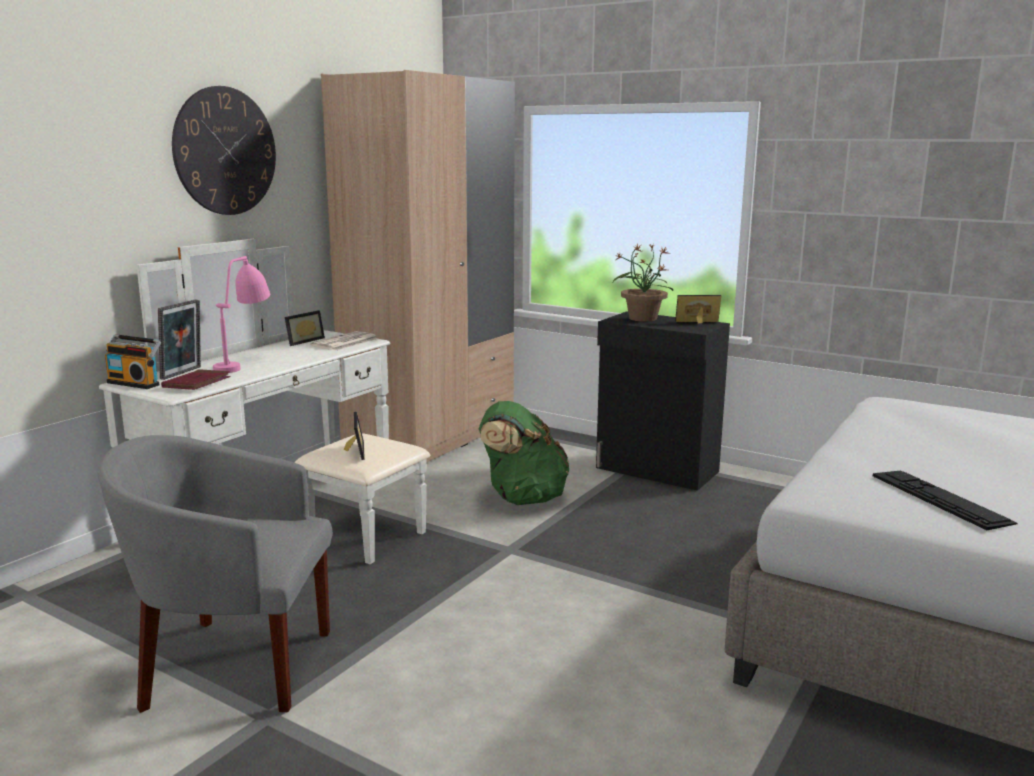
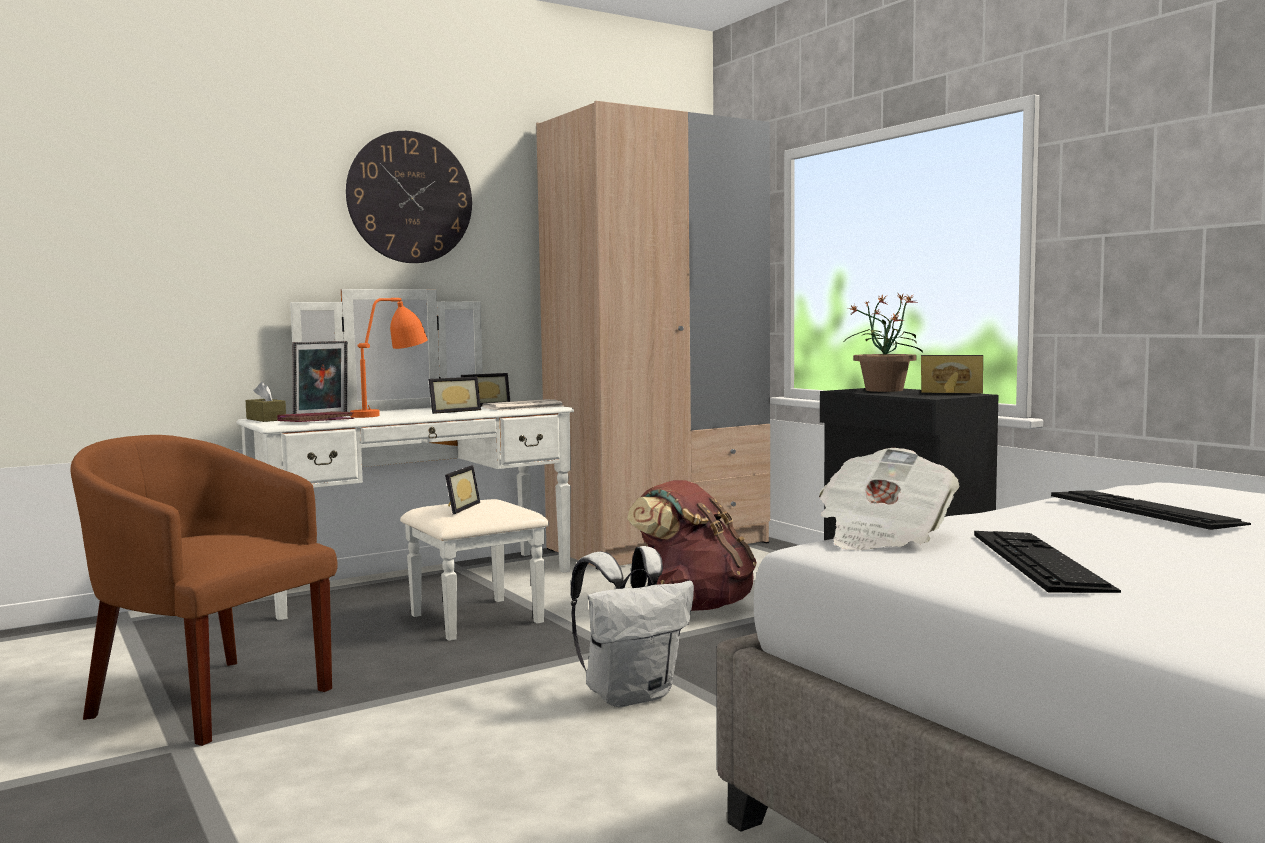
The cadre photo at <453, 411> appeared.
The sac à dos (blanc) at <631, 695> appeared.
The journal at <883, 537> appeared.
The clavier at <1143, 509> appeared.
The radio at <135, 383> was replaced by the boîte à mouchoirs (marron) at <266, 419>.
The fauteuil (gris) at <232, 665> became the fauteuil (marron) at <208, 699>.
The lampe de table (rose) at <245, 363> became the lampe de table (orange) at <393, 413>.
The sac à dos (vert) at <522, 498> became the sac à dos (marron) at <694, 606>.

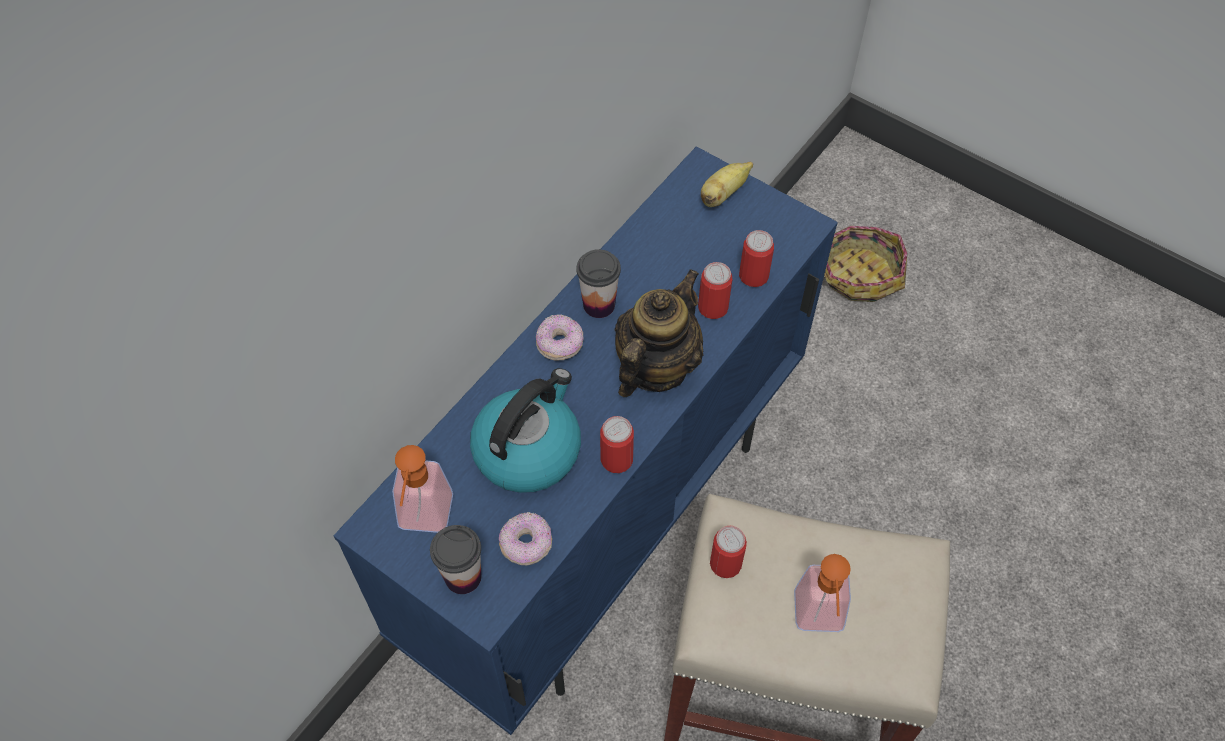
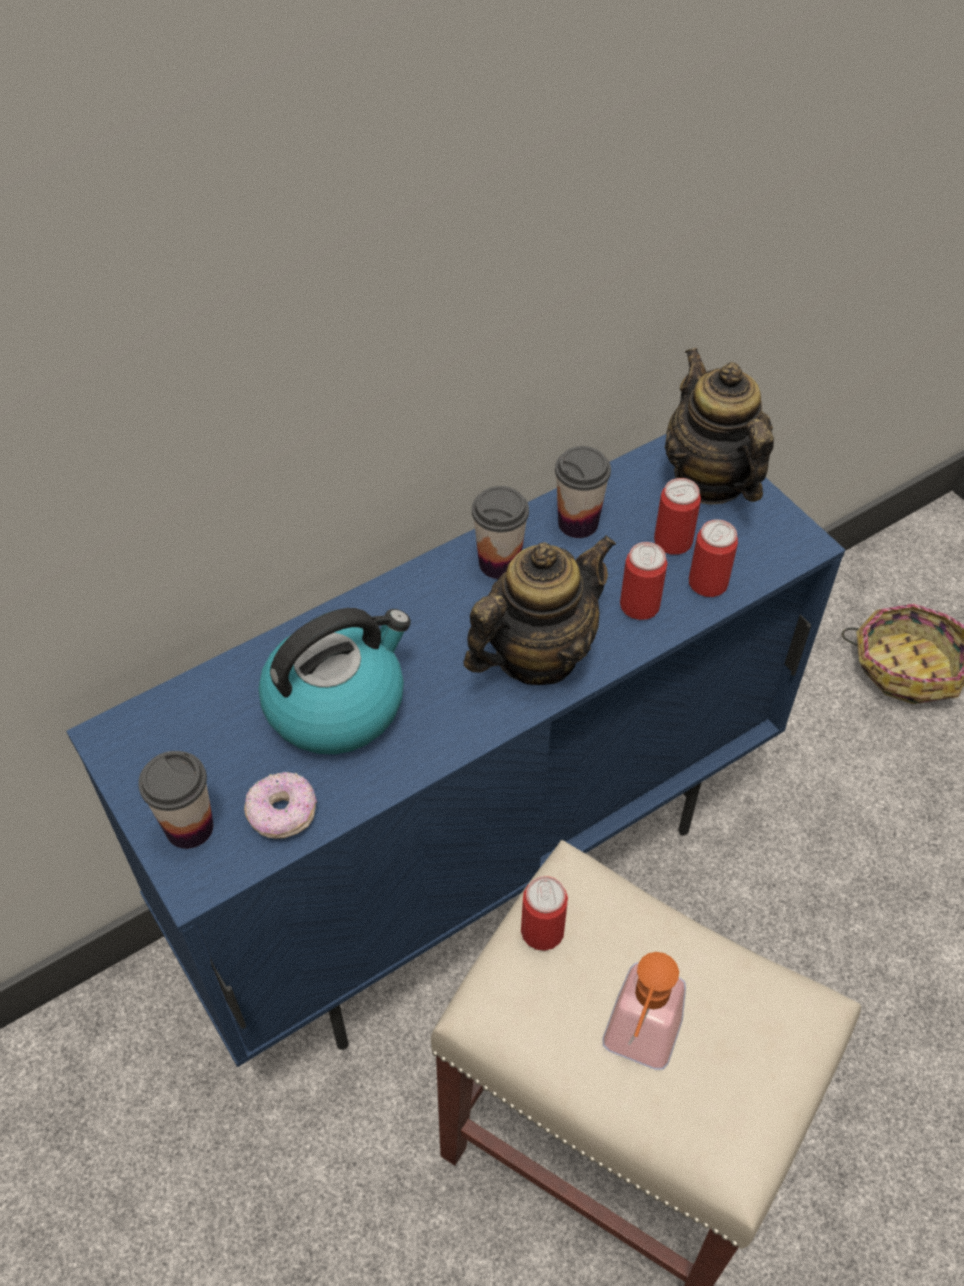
The distributeur de savon at <424, 521> disappeared.
The beignet at <560, 344> disappeared.
The tasse at <578, 523> appeared.
The boîte métallique moved from <616, 459> to <673, 541>.
The banane at <723, 194> was replaced by the théière at <710, 479>.

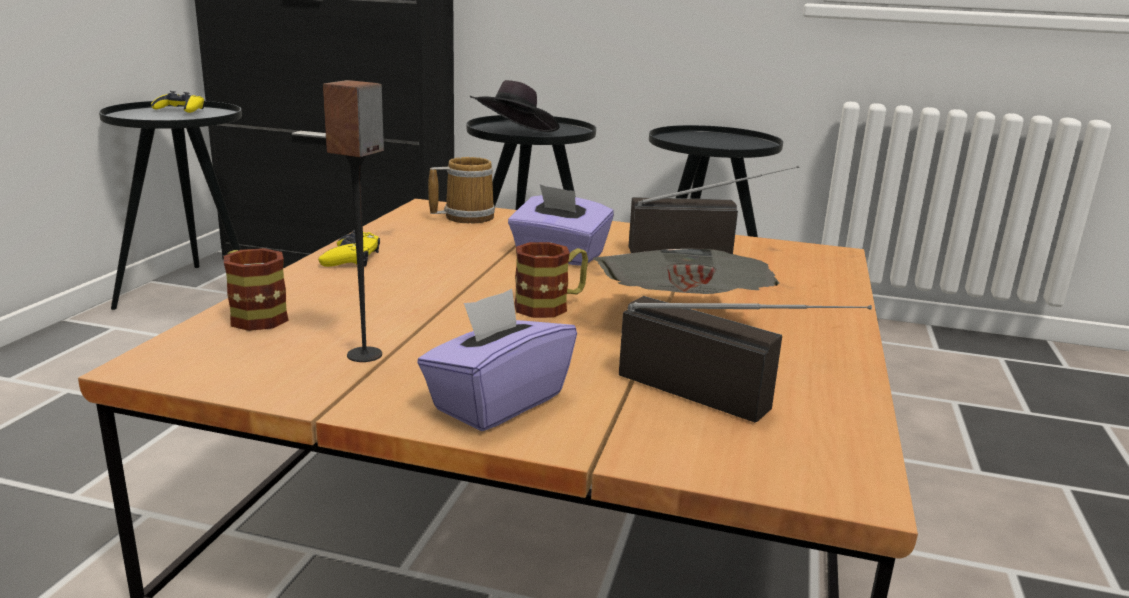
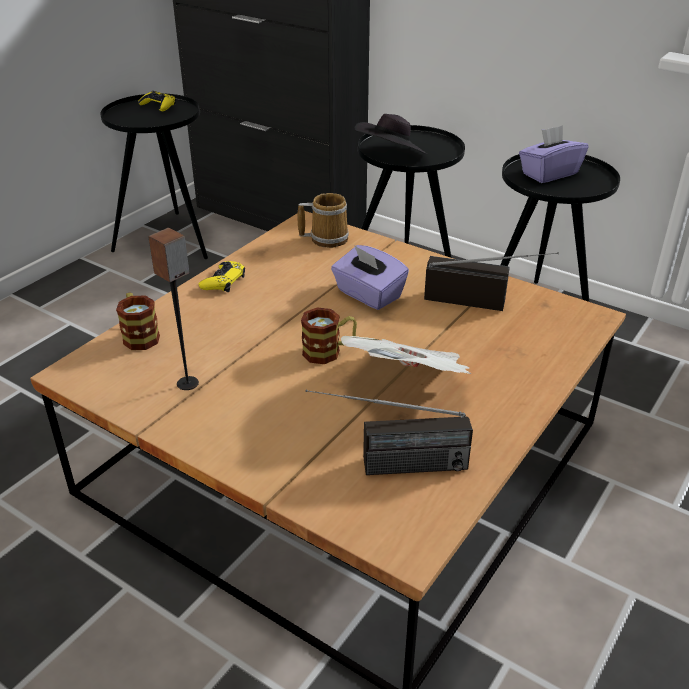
The boîte à mouchoirs (violet) moved from <497, 402> to <549, 174>.
The radio at <732, 404> turned 120 degrees clockwise.

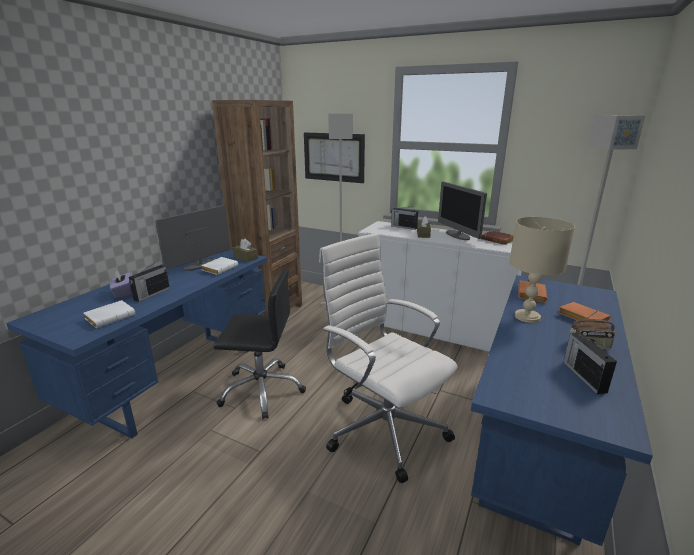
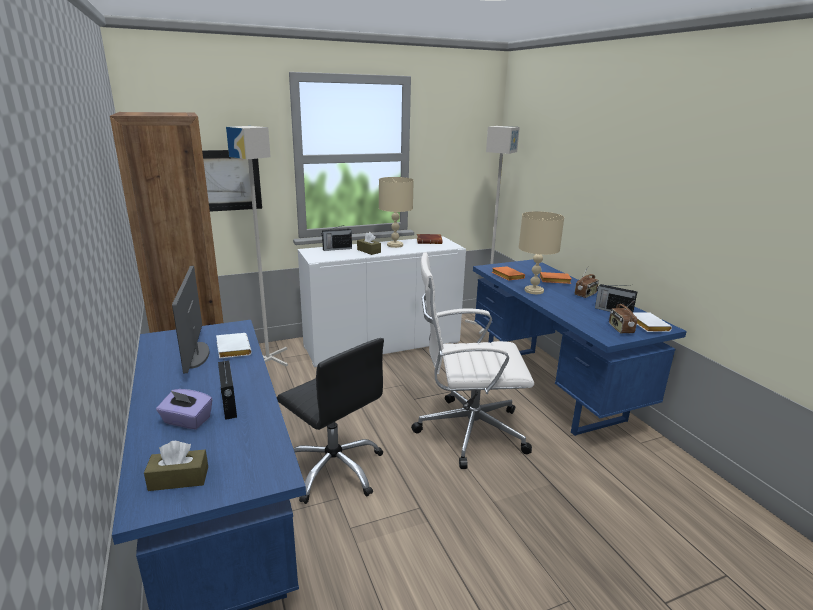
The radio at <620, 329> appeared.
The livre (blanc) moved from <111, 317> to <646, 325>.
The boîte à mouchoirs (marron) moved from <245, 258> to <179, 479>.
The écran d'ordinateur at <457, 235> was replaced by the lampe de table (beige) at <395, 245>.
The chaise de bureau (noir) at <262, 390> turned 90 degrees clockwise.

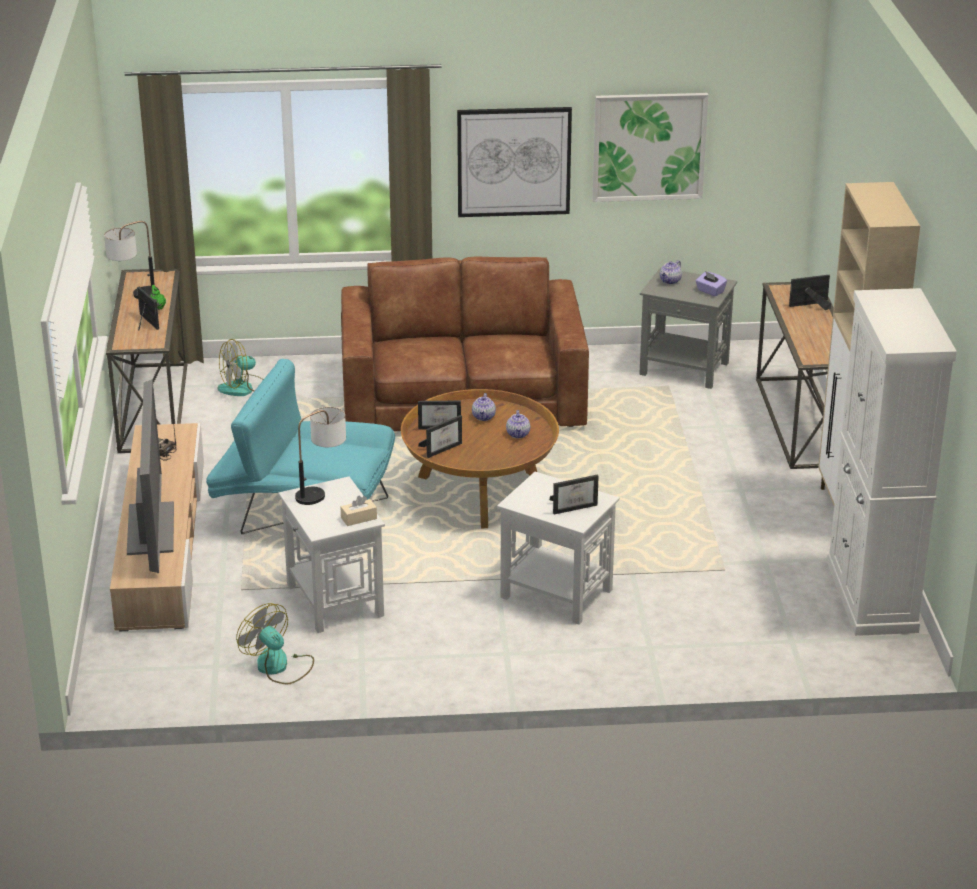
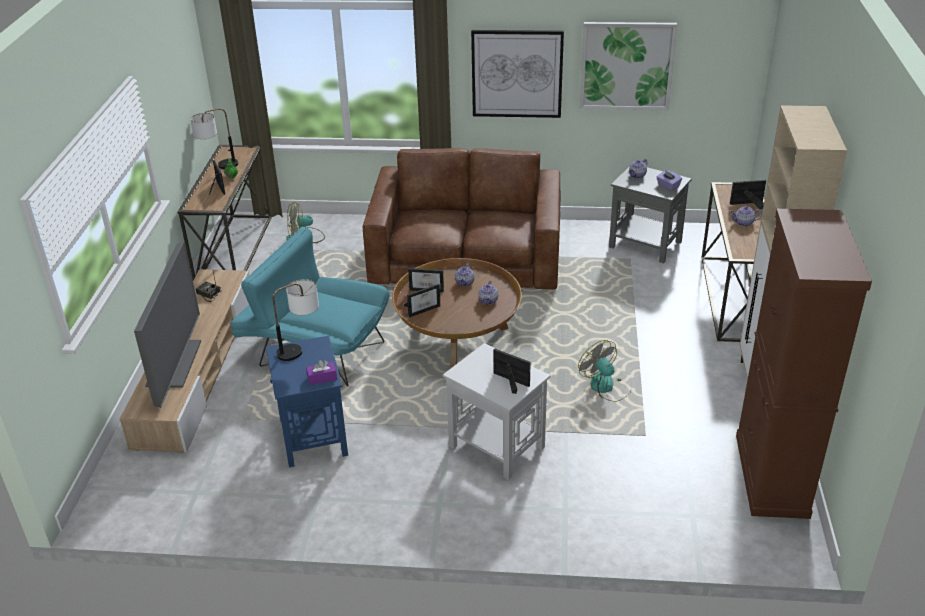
The théière at <743, 223> appeared.
The ventilateur moved from <278, 666> to <607, 387>.
The table d'appoint (blanc) at <335, 601> became the table d'appoint (bleu) at <313, 437>.
The boîte à mouchoirs (beige) at <359, 518> became the boîte à mouchoirs (violet) at <322, 378>.
The meuble de rangement (blanc) at <871, 597> became the meuble de rangement (marron) at <771, 475>.
The cadre photo at <574, 506> turned 135 degrees counterclockwise.

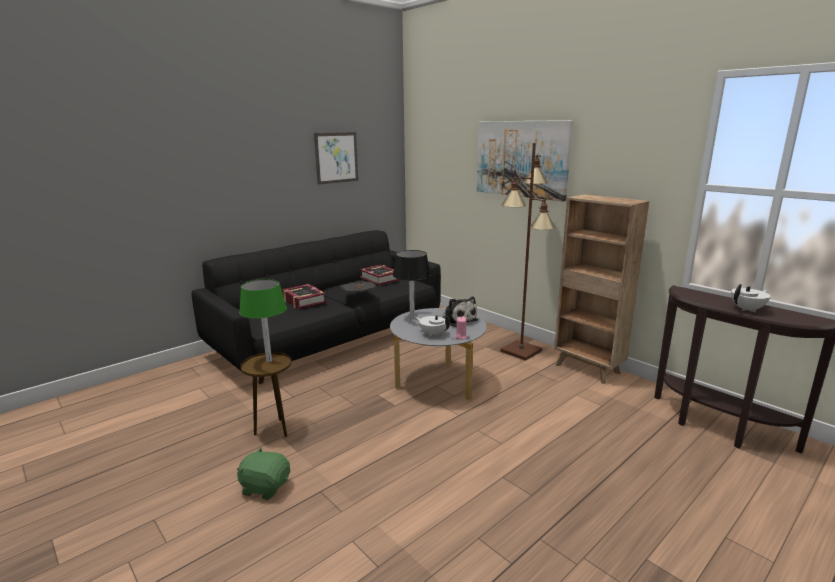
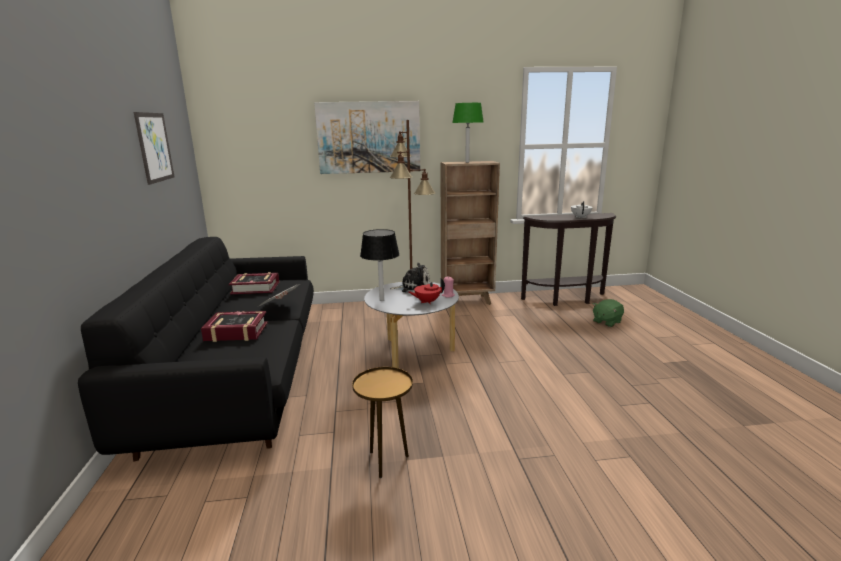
The peluche (vert) moved from <265, 487> to <606, 322>.
The lampe de table (vert) moved from <269, 360> to <467, 162>.
The théière (blanc) at <432, 334> became the théière (rouge) at <427, 302>.

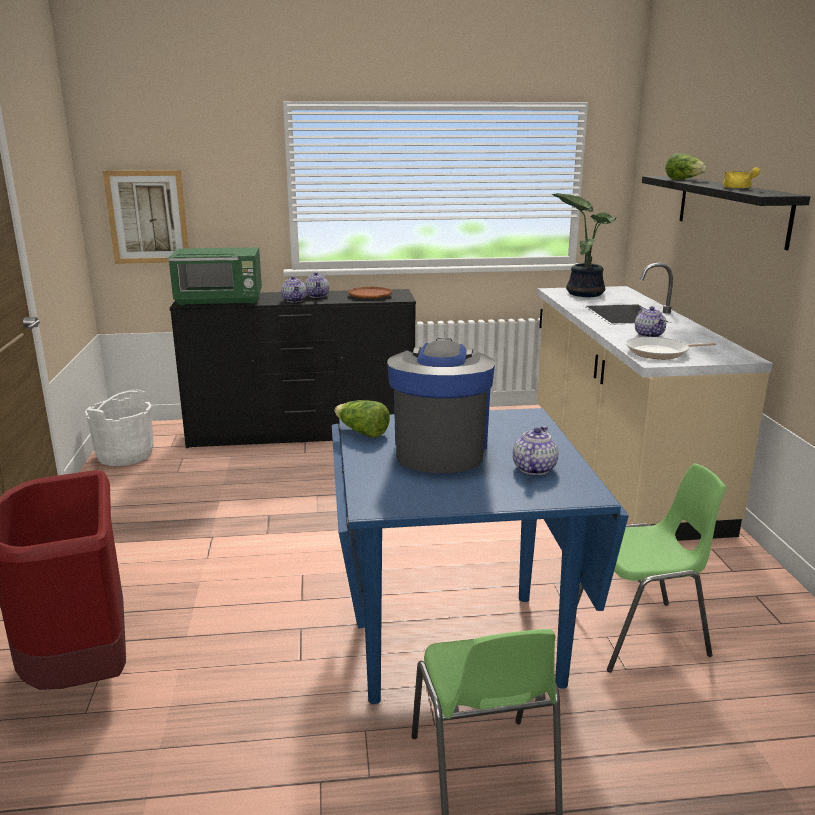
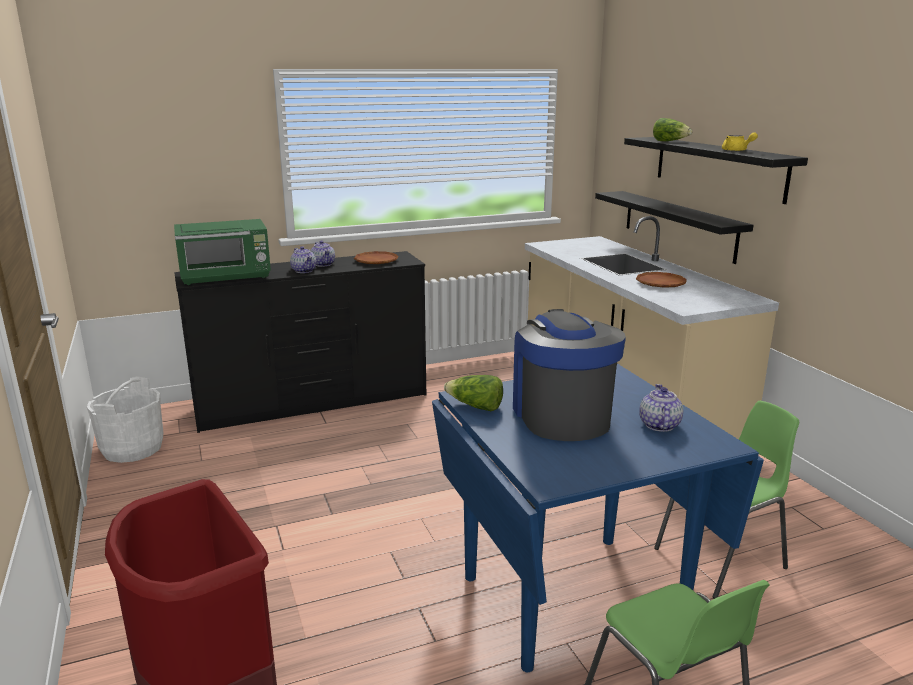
The tableau at <147, 217> disappeared.
The plante en pot at <584, 293> disappeared.
The poêle at <660, 352> disappeared.
The étagère (noir) at <678, 225> appeared.
The théière at <649, 335> was replaced by the assiette (marron) at <660, 283>.

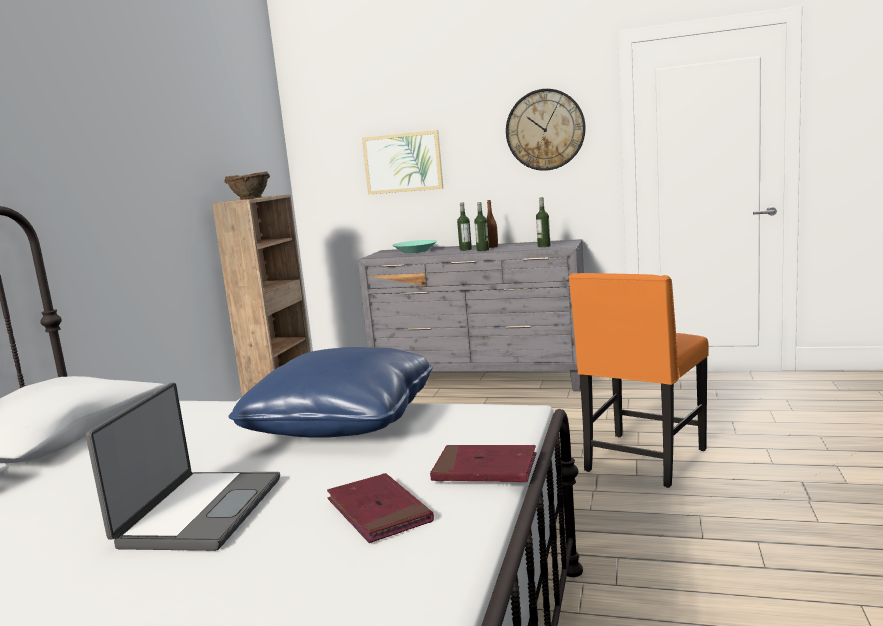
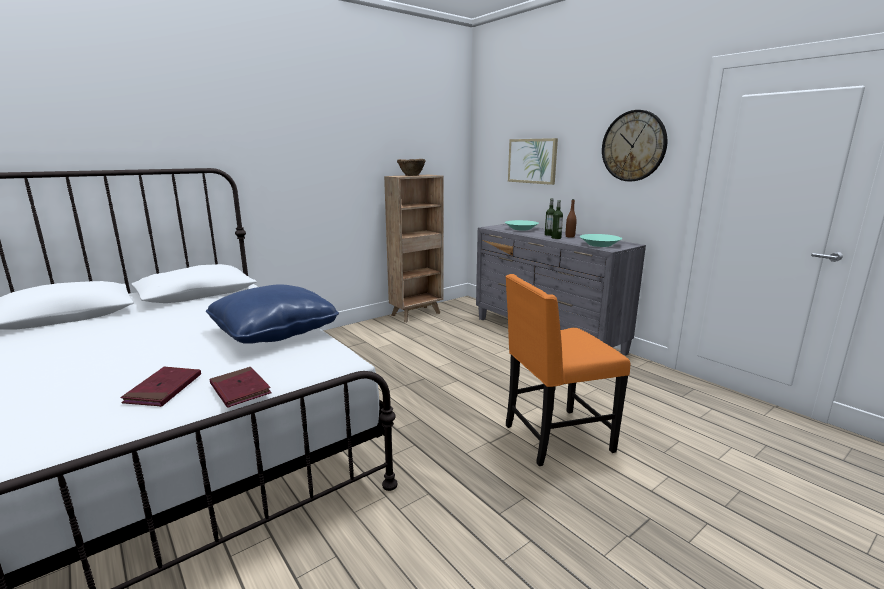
The ordinateur portable at <199, 512> disappeared.
The bouteille at <544, 246> was replaced by the bol (turquoise) at <599, 244>.

